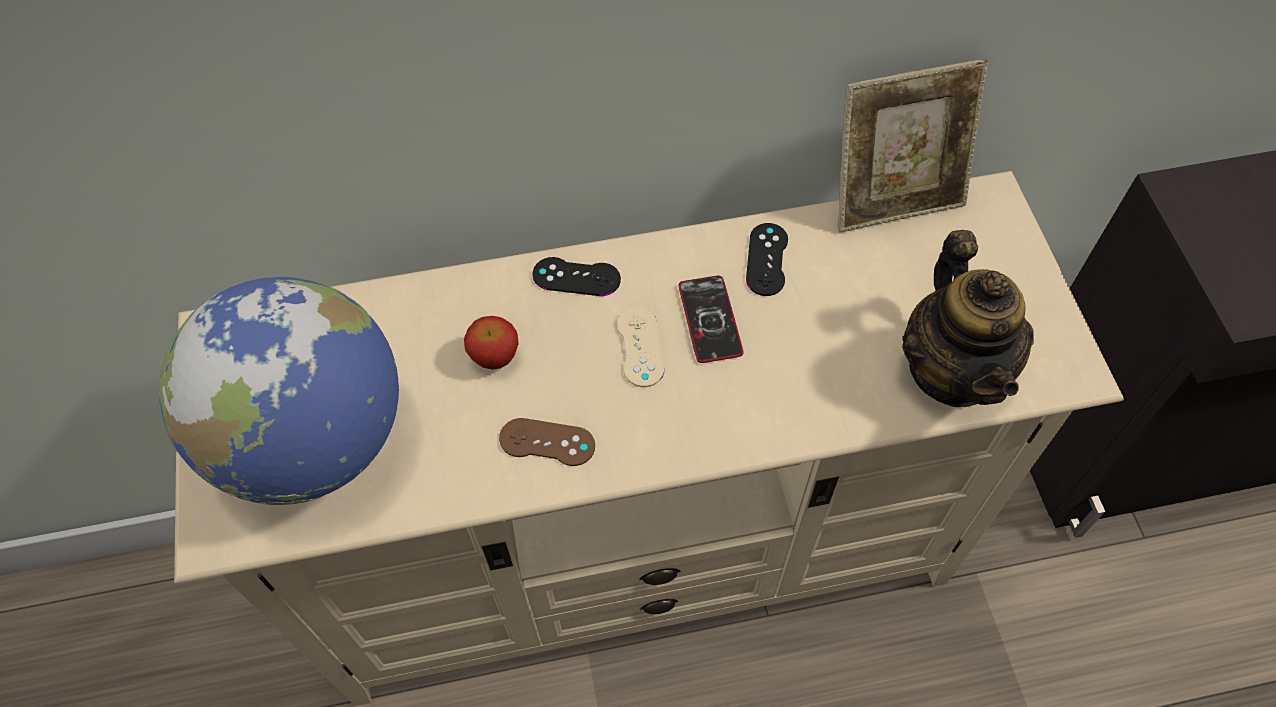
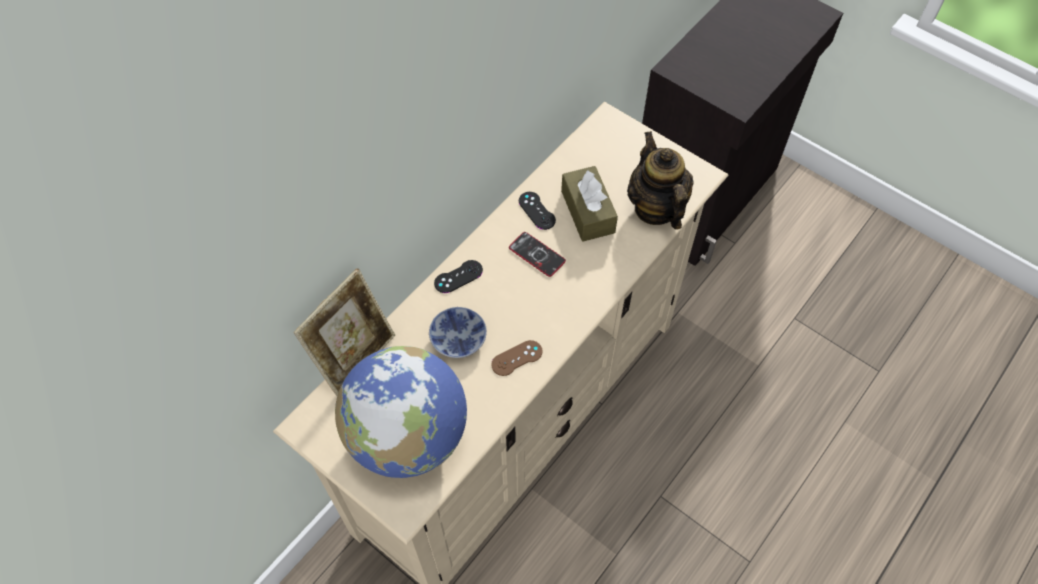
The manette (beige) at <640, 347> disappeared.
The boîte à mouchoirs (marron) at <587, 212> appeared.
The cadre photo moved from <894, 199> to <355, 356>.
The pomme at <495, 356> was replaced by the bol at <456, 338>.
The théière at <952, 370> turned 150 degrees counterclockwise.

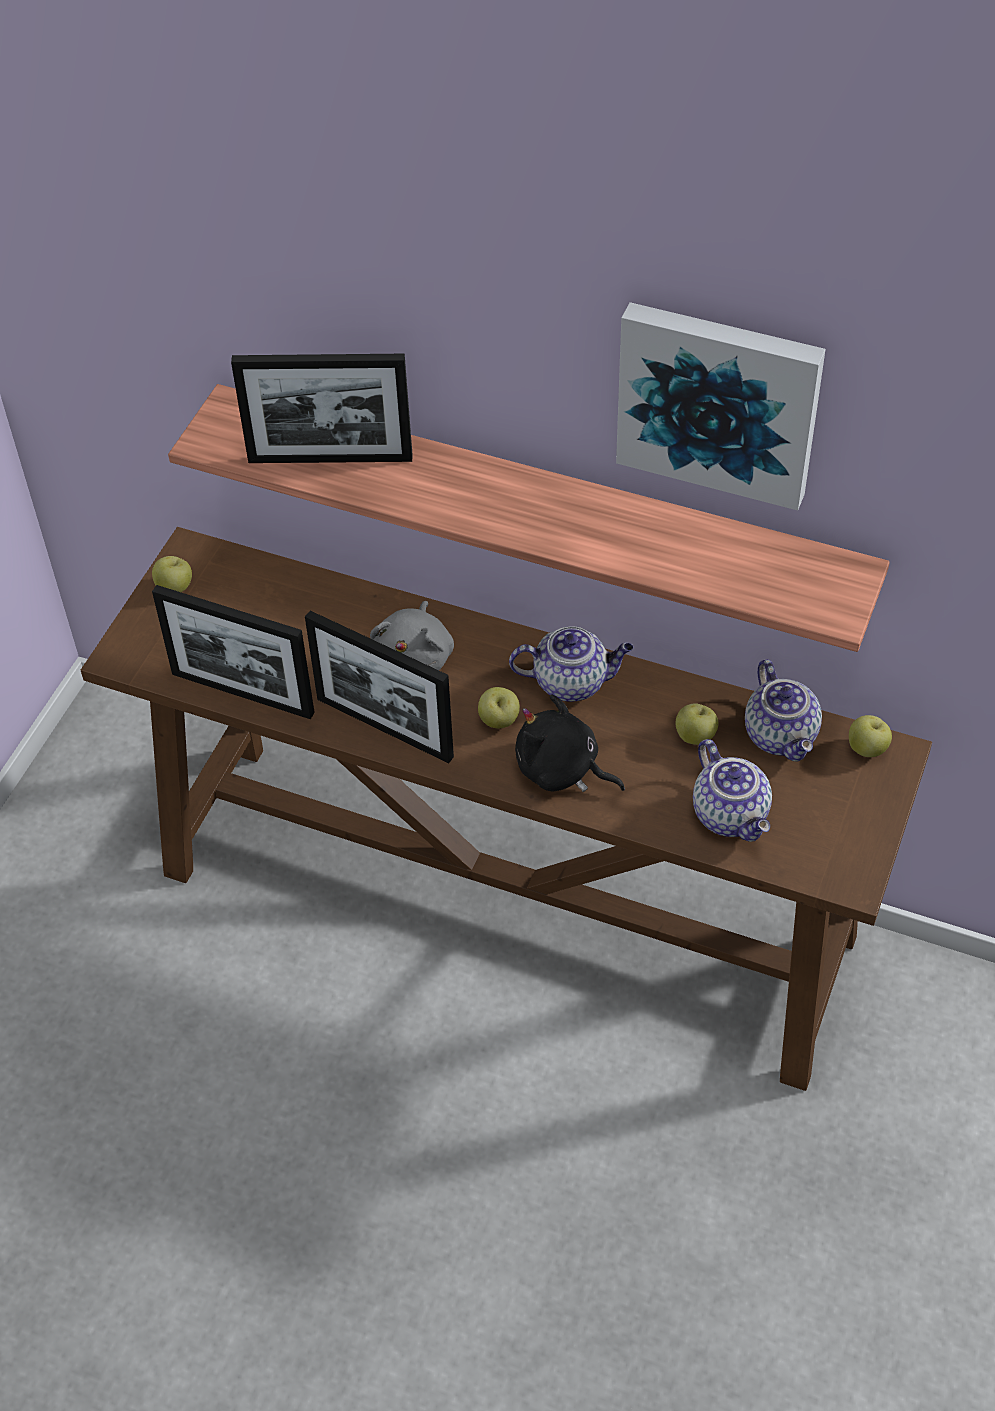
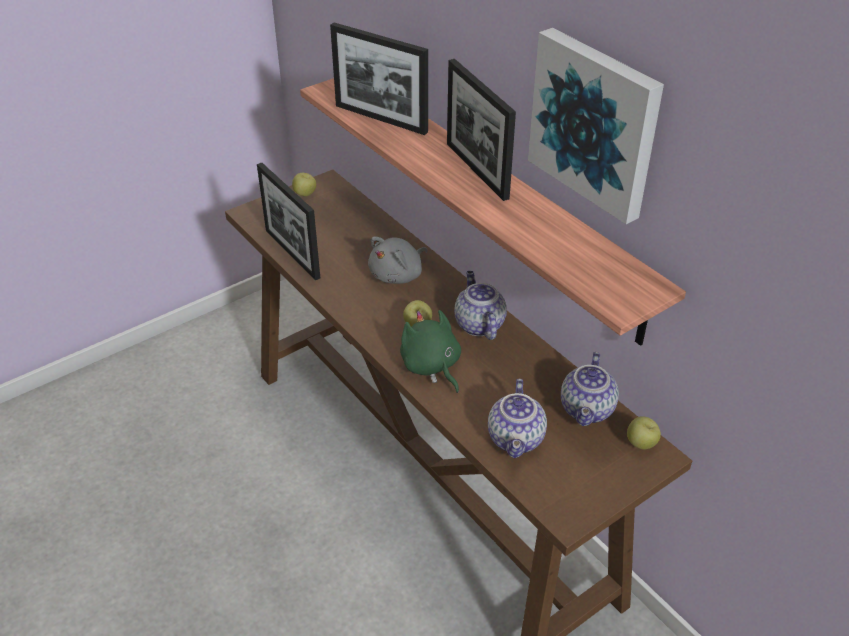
The pomme at <695, 736> disappeared.
The cadre photo moved from <384, 728> to <476, 170>.
The peluche (noir) at <561, 770> became the peluche (vert) at <431, 366>.
The théière at <572, 682> turned 135 degrees counterclockwise.

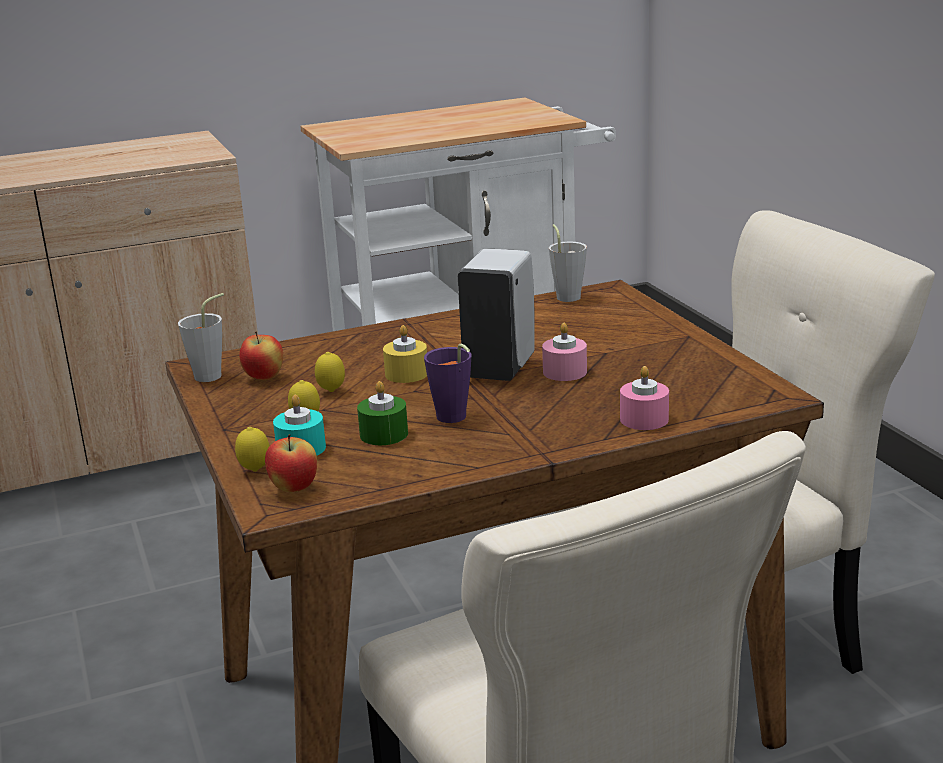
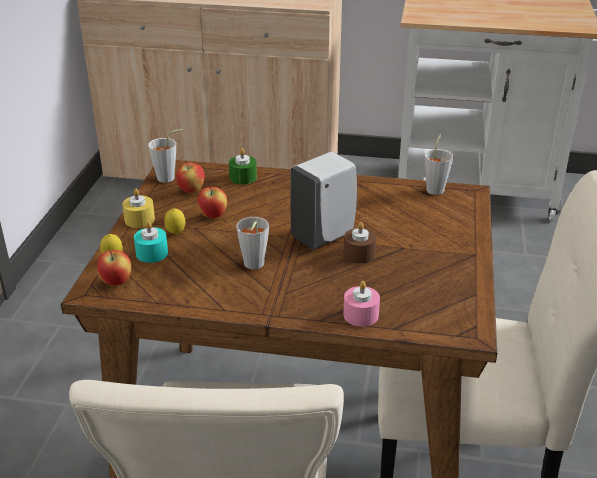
The bougie (vert) moved from <384, 434> to <243, 177>.
The bougie (jaune) moved from <406, 374> to <139, 220>.
The citron at <331, 391> was replaced by the pomme at <213, 216>.
The tasse (violet) at <454, 419> became the tasse (gris) at <252, 266>.
The bougie (rose) at <565, 372> became the bougie (marron) at <359, 254>.

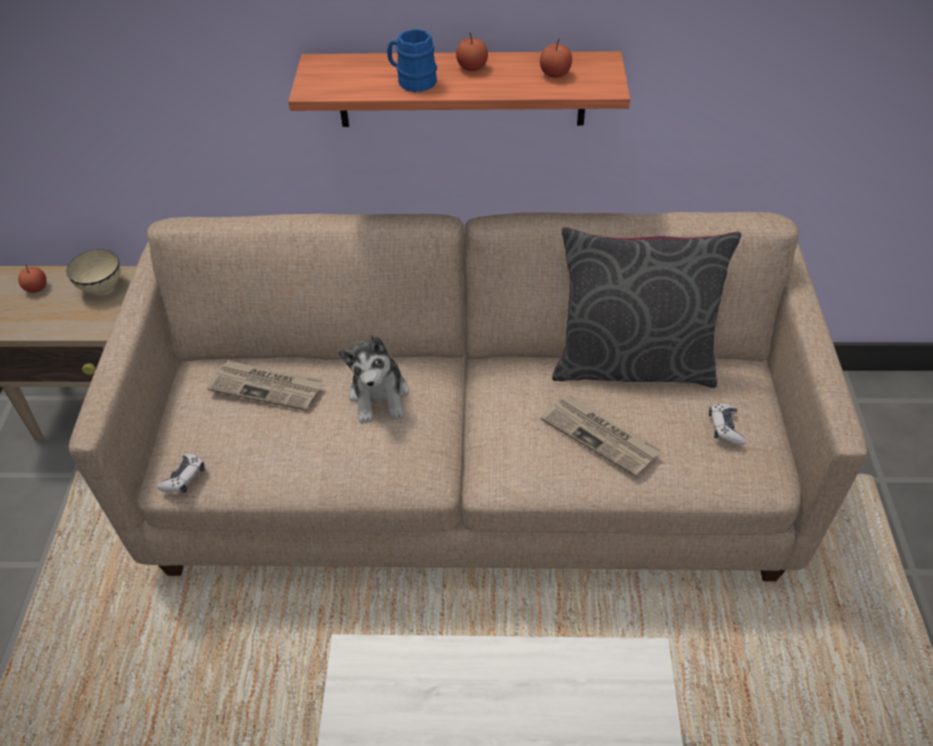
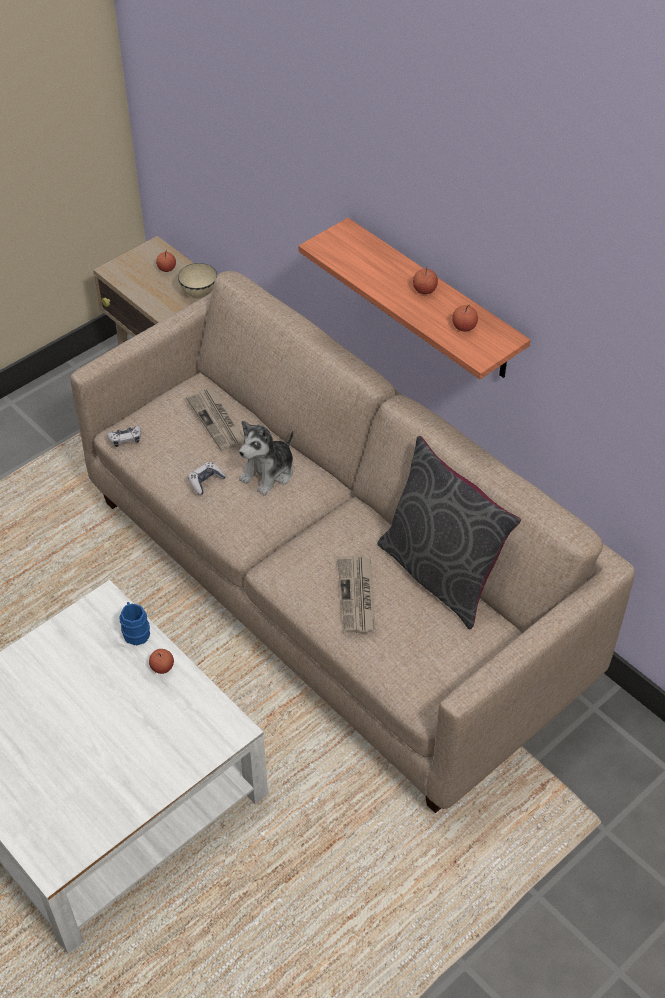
The pomme at <162, 667> appeared.
The mug (bleu) moved from <412, 81> to <135, 631>.
The manette moved from <725, 428> to <206, 481>.

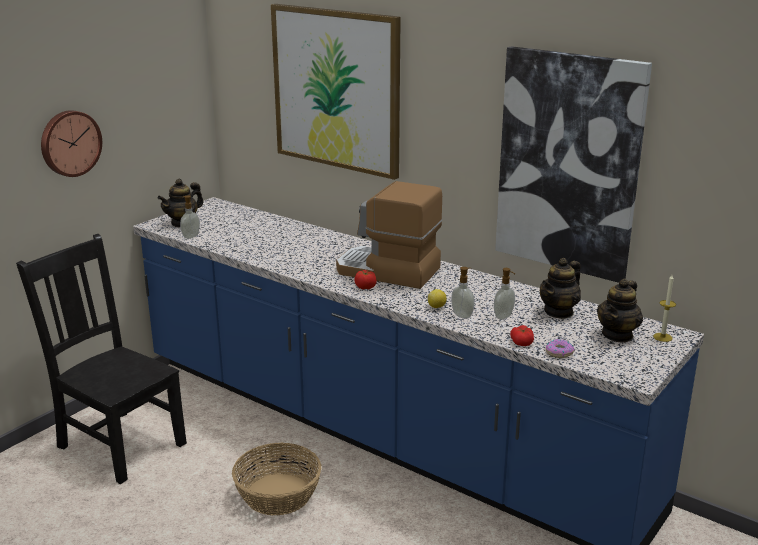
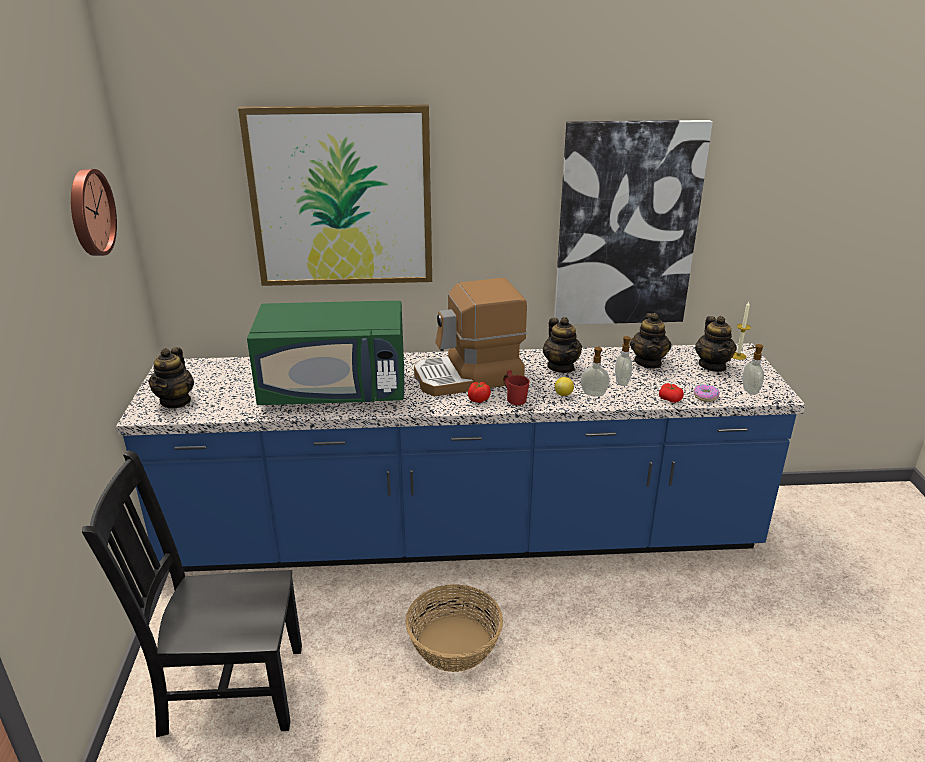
The micro-ondes (vert) at <335, 390> appeared.
The mug (rouge) at <516, 399> appeared.
The théière at <561, 367> appeared.
The horloge murale moved from <69, 143> to <89, 212>.
The distributeur de savon moved from <190, 236> to <749, 391>.

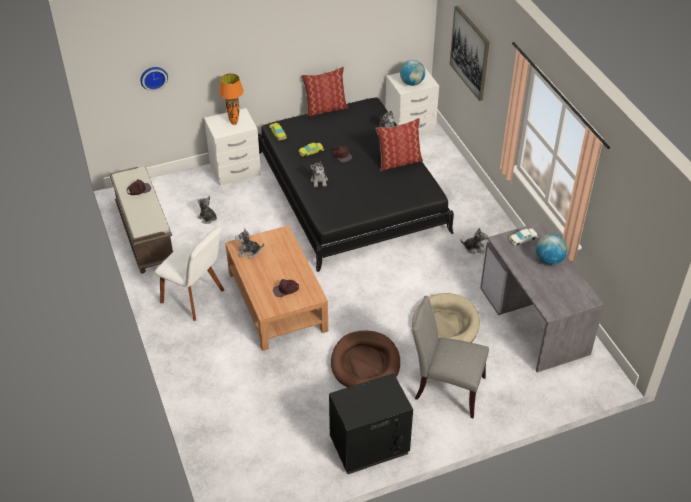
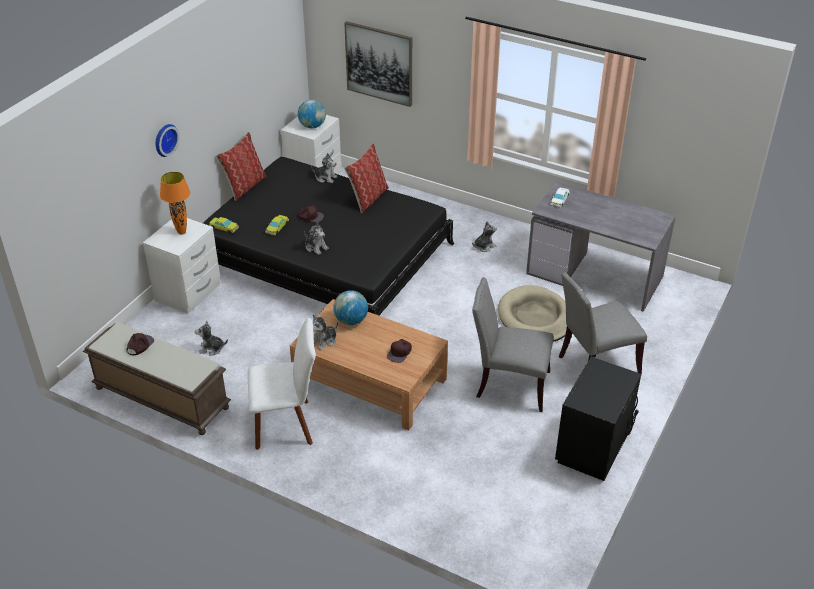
The horloge murale moved from <153, 77> to <164, 139>.
The globe moved from <549, 260> to <351, 320>.
The panier pour chien (marron) at <365, 363> was replaced by the chaise (gris) at <509, 385>.

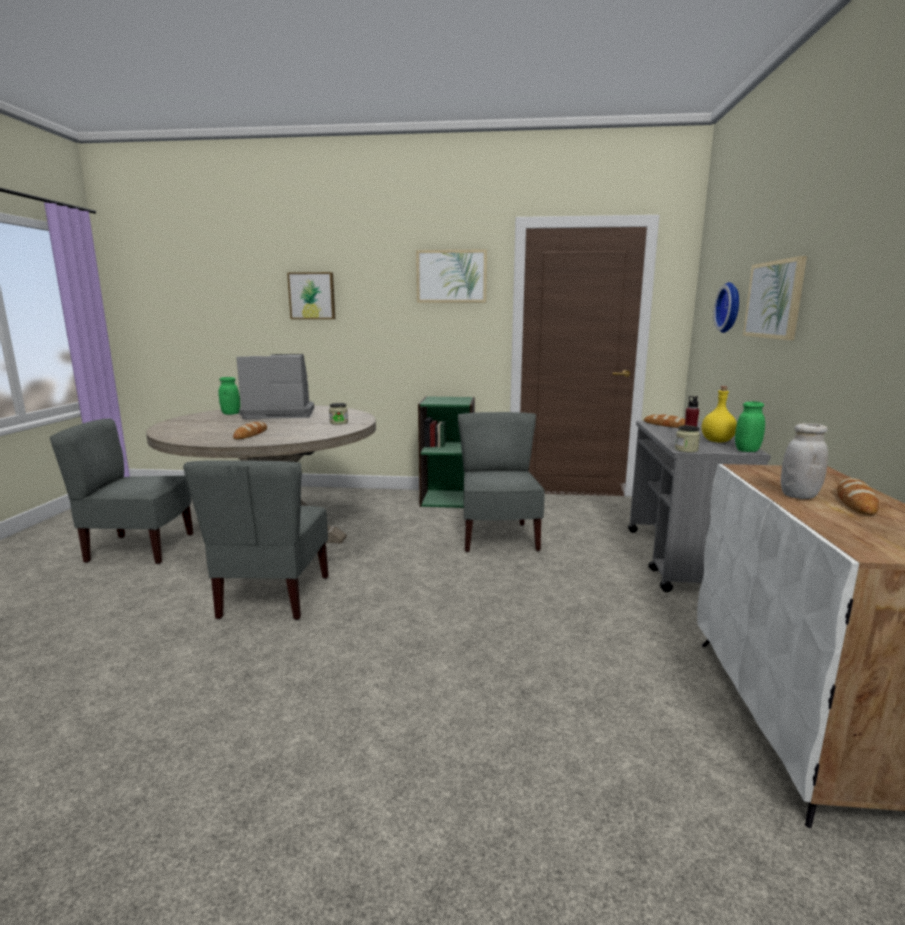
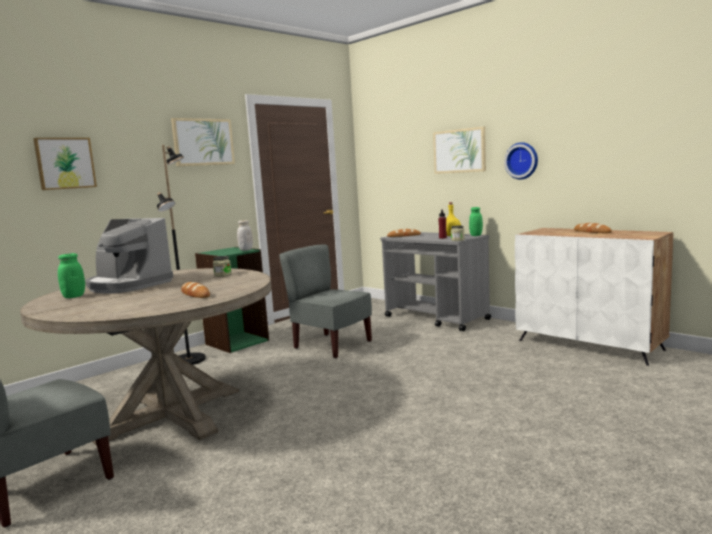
The chaise (gris) at <273, 597> disappeared.
The lampadaire (noir) at <190, 360> appeared.
The horloge murale moved from <730, 307> to <522, 160>.
The bocal (blanc) moved from <799, 495> to <246, 250>.
The machine à café at <278, 413> turned 90 degrees counterclockwise.

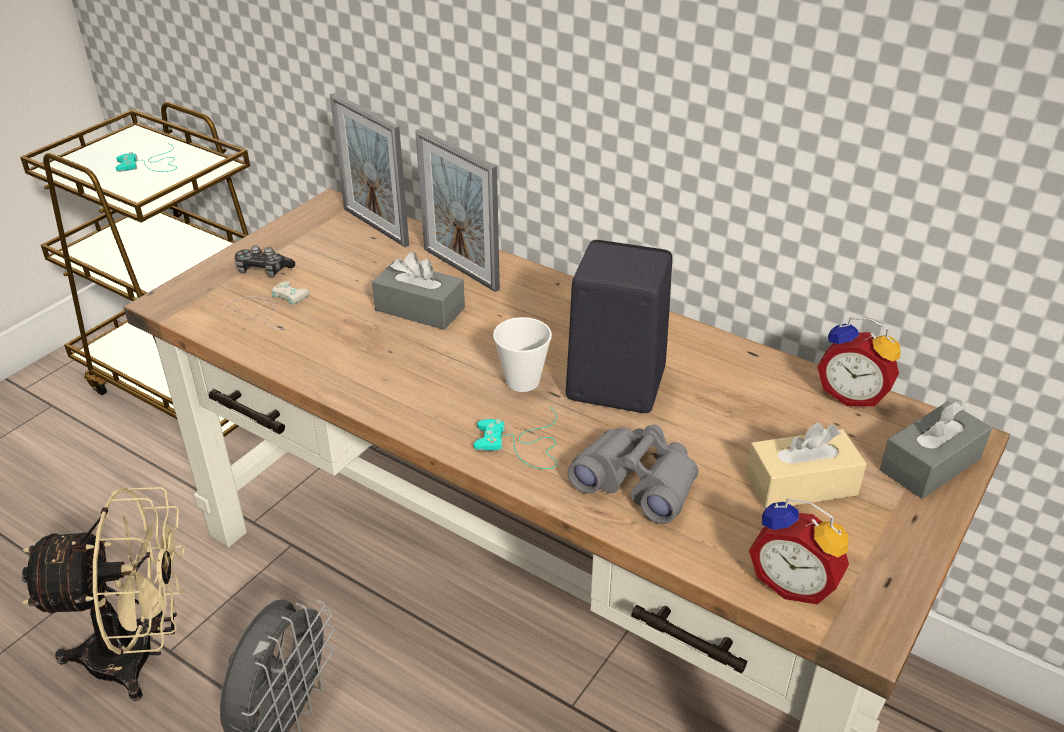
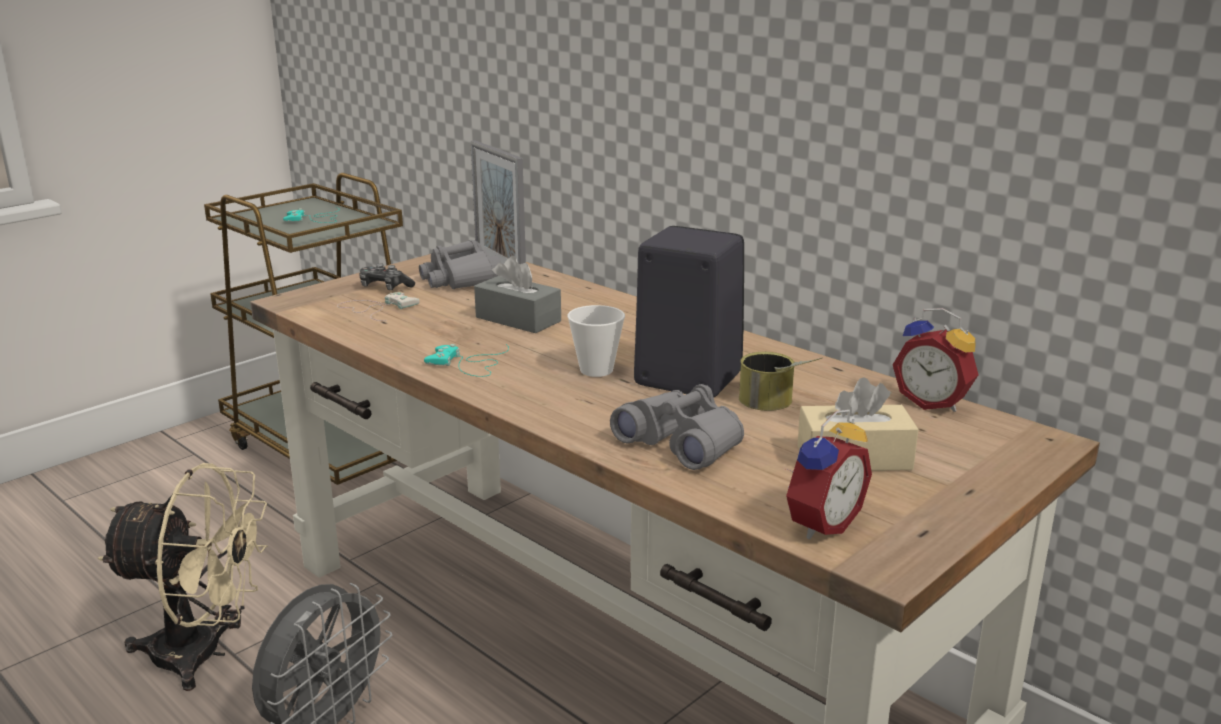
The cadre photo at <460, 269> disappeared.
The boîte à mouchoirs (gris) at <930, 464> disappeared.
The jumelles (gris) at <461, 279> appeared.
The boîte métallique at <777, 405> appeared.
The manette (turquoise) moved from <522, 445> to <469, 365>.
The réveil at <794, 582> turned 90 degrees counterclockwise.

